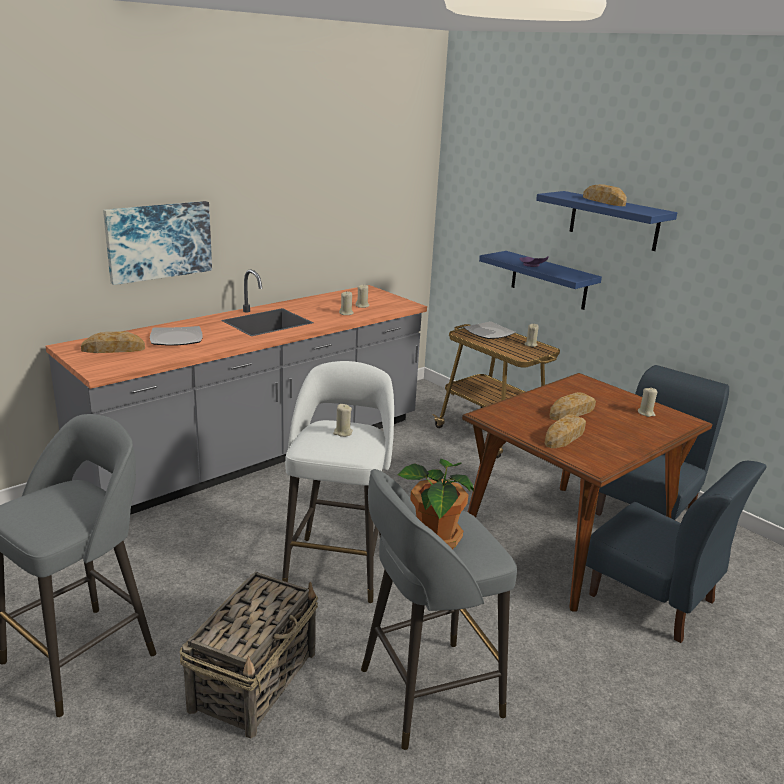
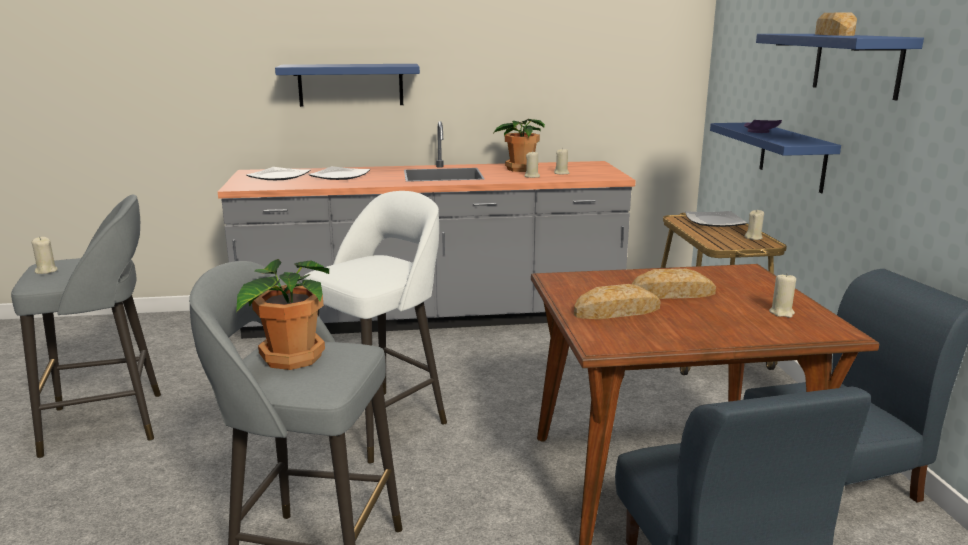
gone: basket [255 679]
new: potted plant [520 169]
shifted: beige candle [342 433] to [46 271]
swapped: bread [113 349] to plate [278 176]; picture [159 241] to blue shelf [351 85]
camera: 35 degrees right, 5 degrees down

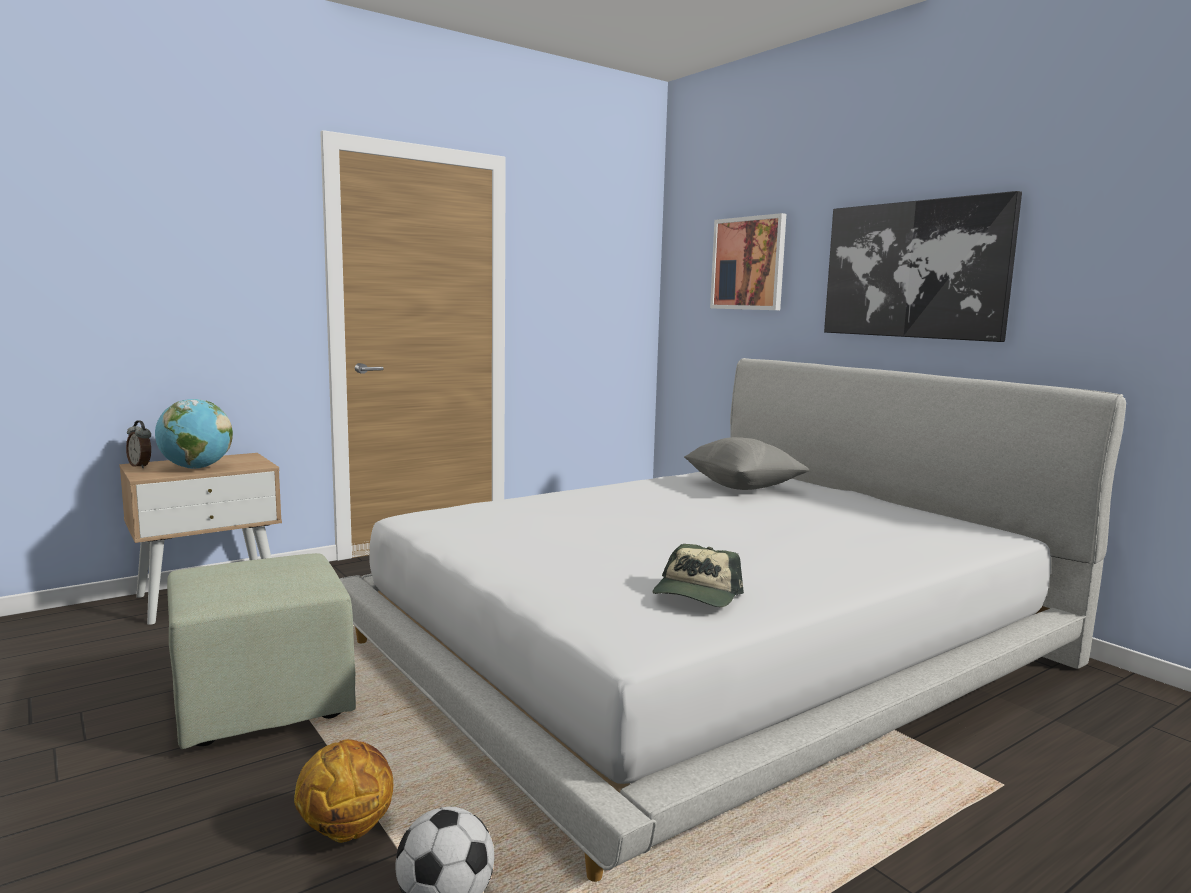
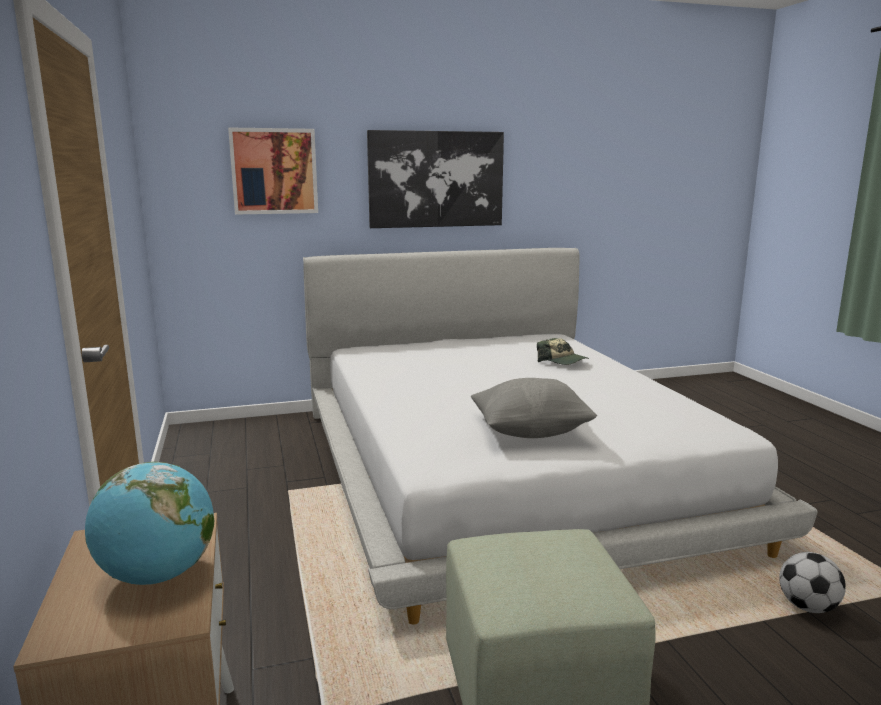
gone: alarm clock [141 466]; basketball [346 829]
shifted: cap [696 595] to [562 361]; grey pillow [742 487] to [531 432]
camera: 70 degrees left, 5 degrees up

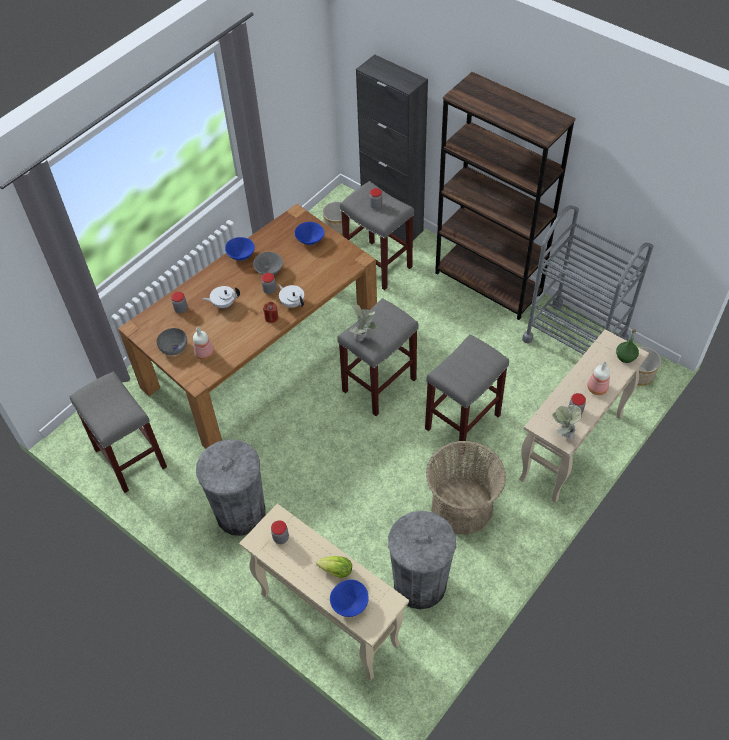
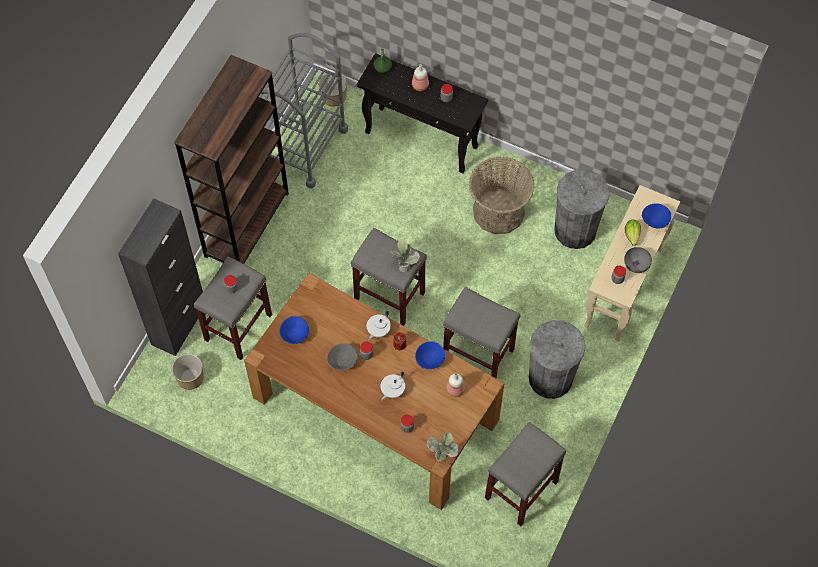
shifted: grey bowl [173 347] to [636 264]; blue bowl [241 255] to [429 360]; grey stool [462 423] to [479 354]; potted plant [563 434] to [442 456]
repainted: beige console table [571 448] to black console table [422 140]
rotated: white teapot [223 304] = [392 391] 60 degrees clockwise
camera: 105 degrees left, 10 degrees up

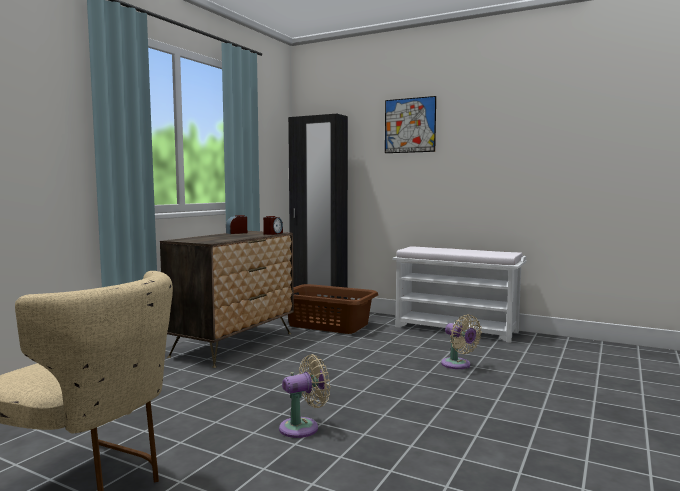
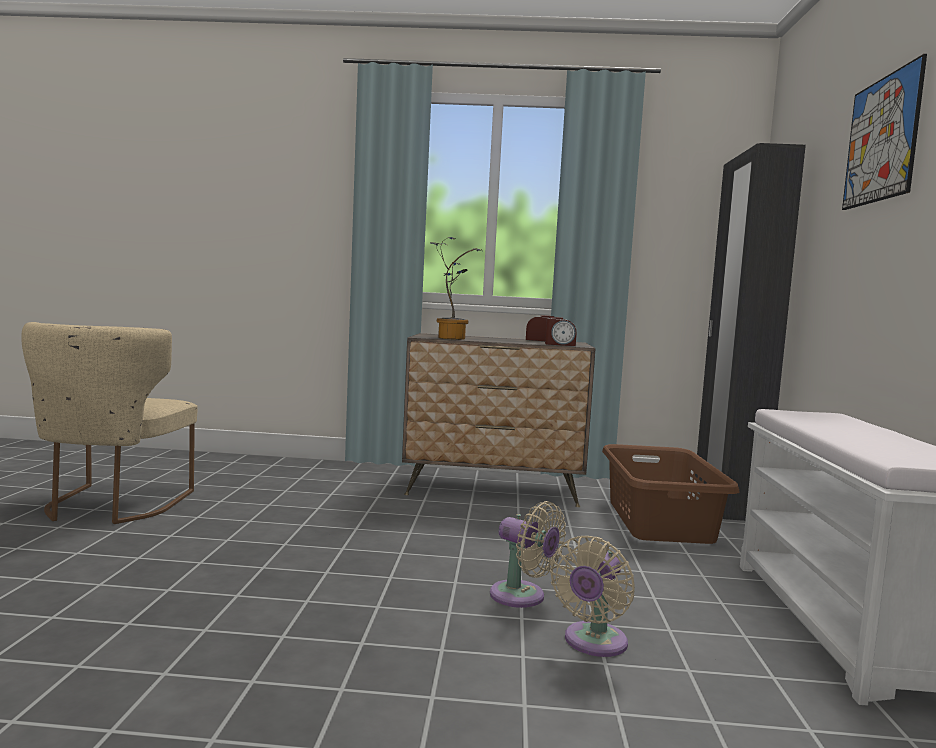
new: potted plant [451 338]
shifted: beige fan [303 427] to [522 597]
camera: 65 degrees right, 0 degrees up

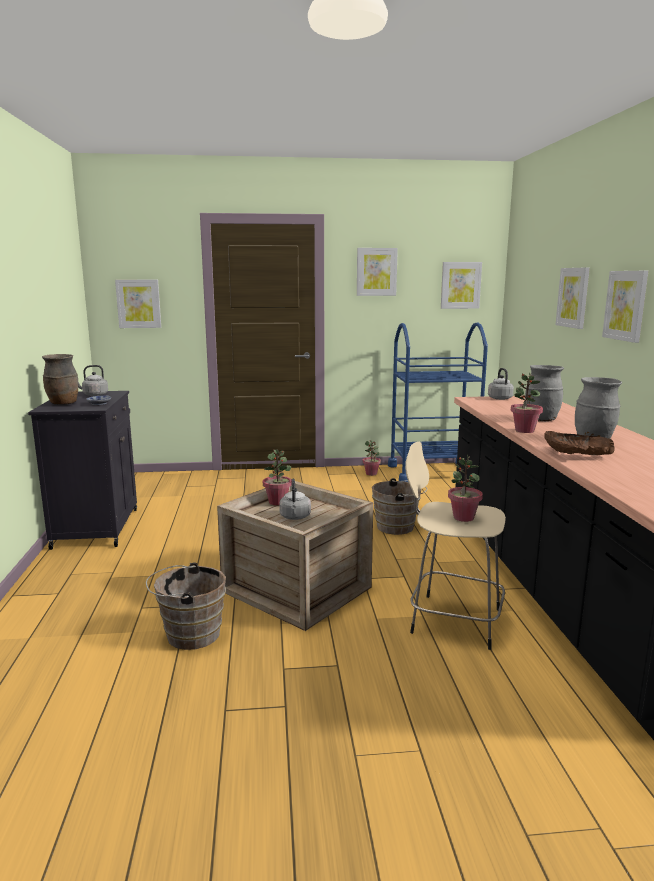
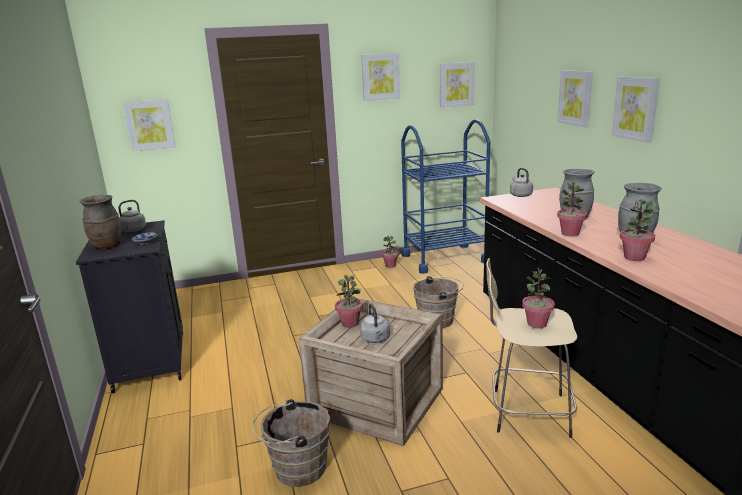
swapped: brown bowl [577 454] to potted plant [634 257]
camera: 10 degrees left, 5 degrees up

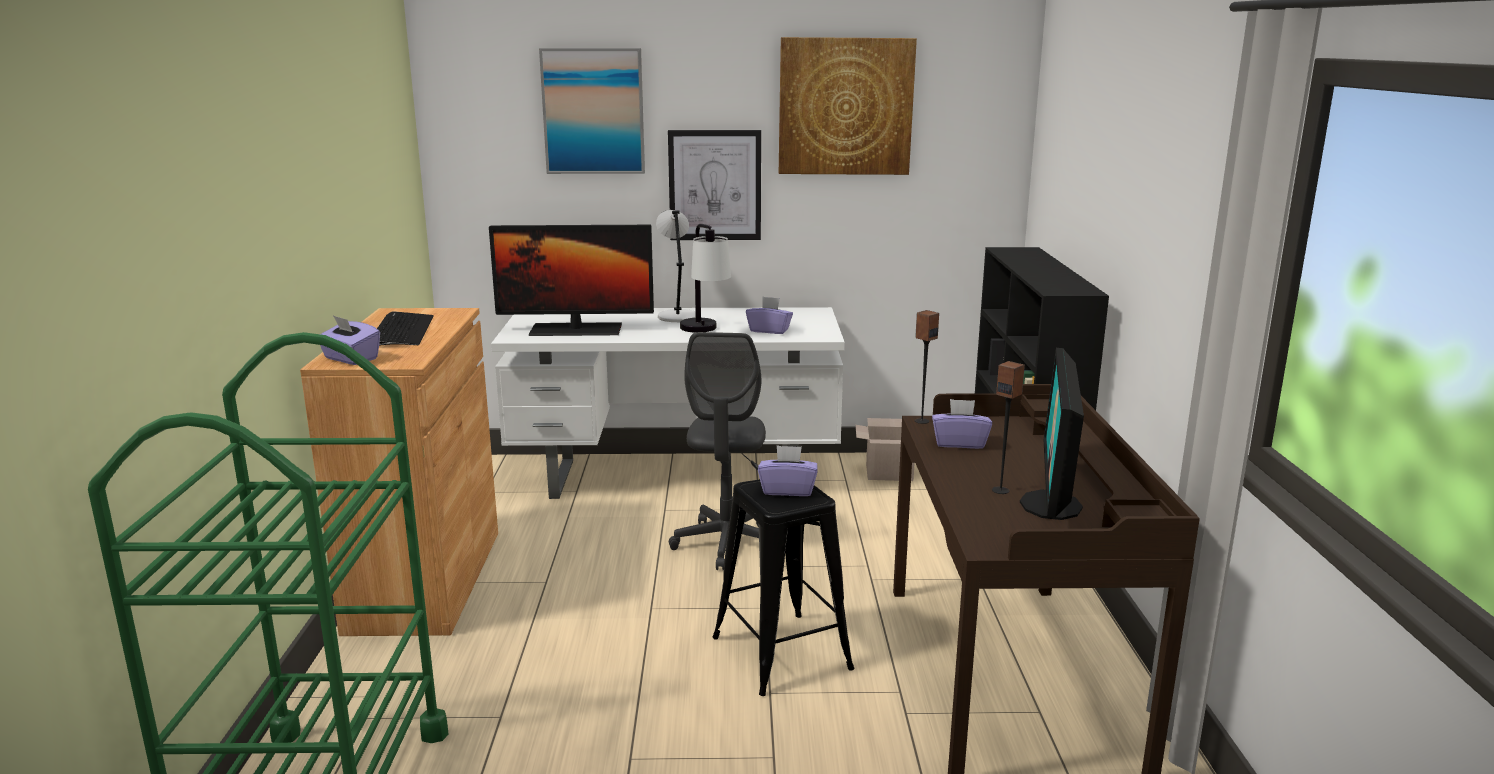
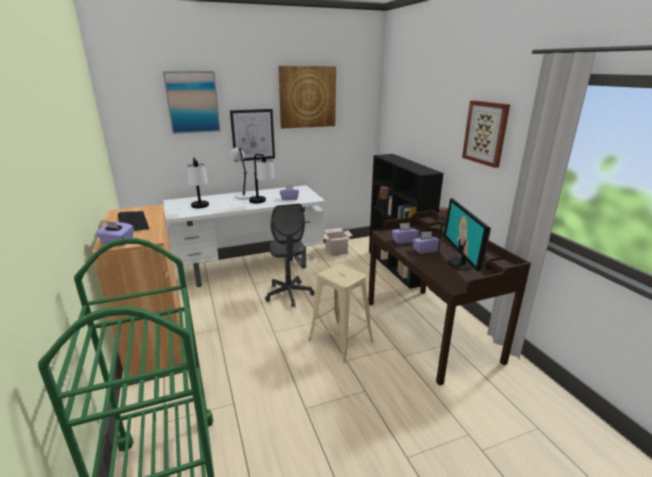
new: picture [486 133]
shifted: purple tissue box [787 490] to [425 250]
swapped: monitor [576 330] to table lamp [201 208]
repainted: black stool [781 653] to beige stool [340 341]
camera: 20 degrees left, 5 degrees up

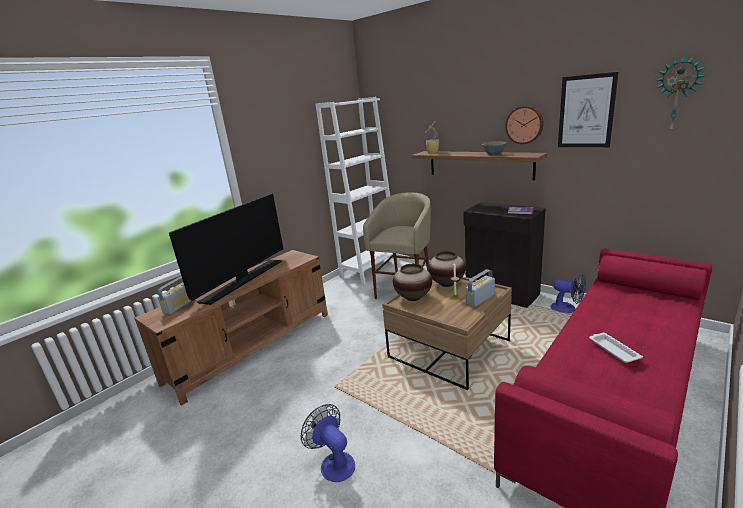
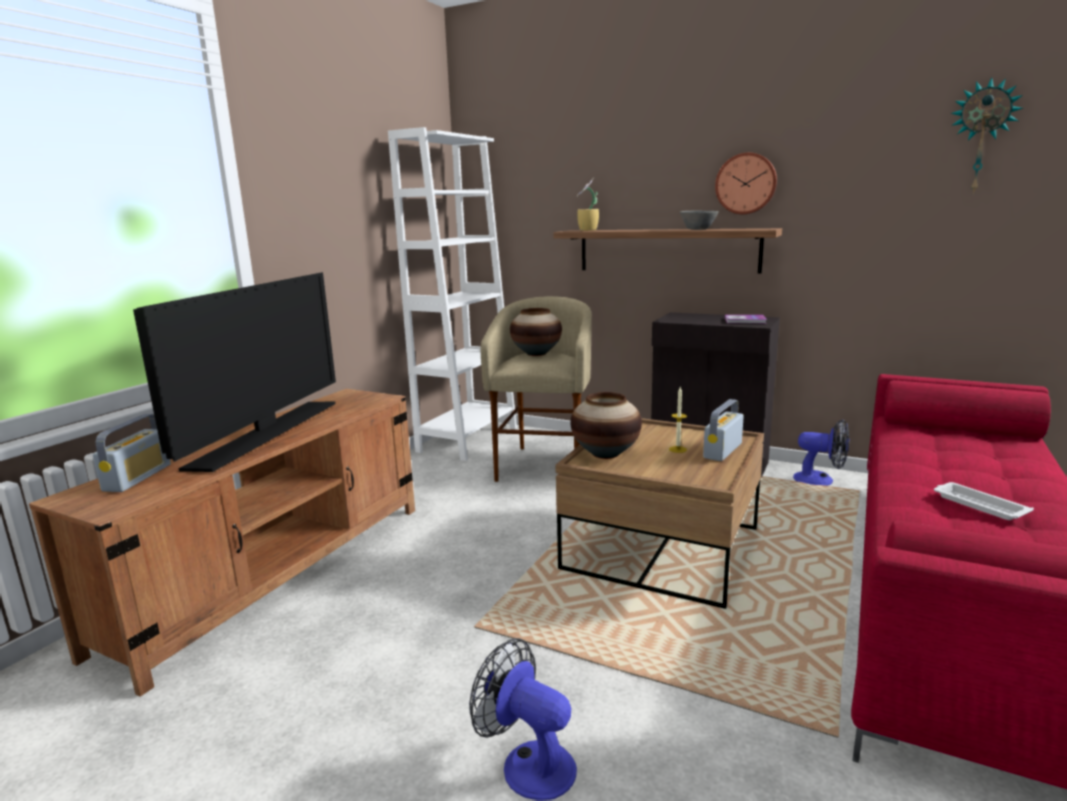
gone: picture [586 111]
shifted: vase [447 283] to [536 353]
camera: 15 degrees left, 5 degrees down

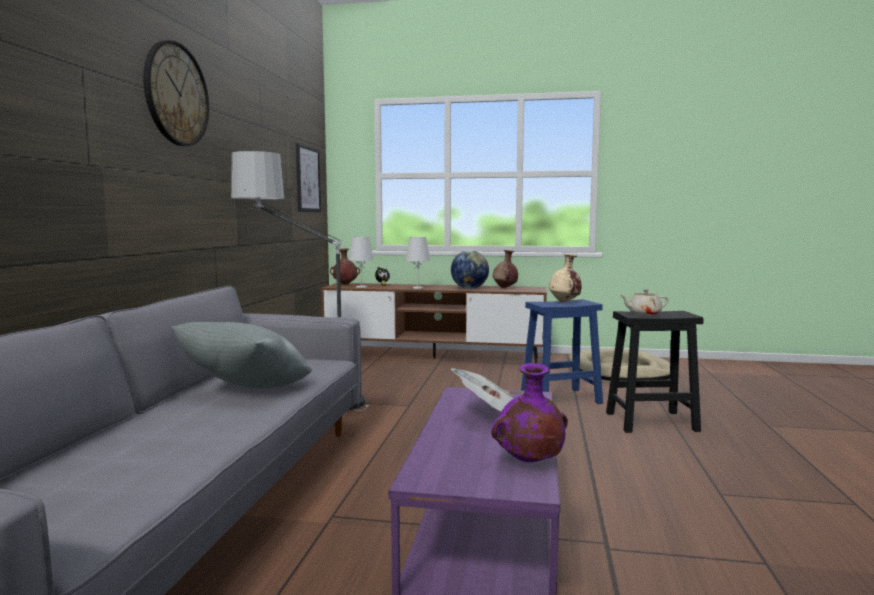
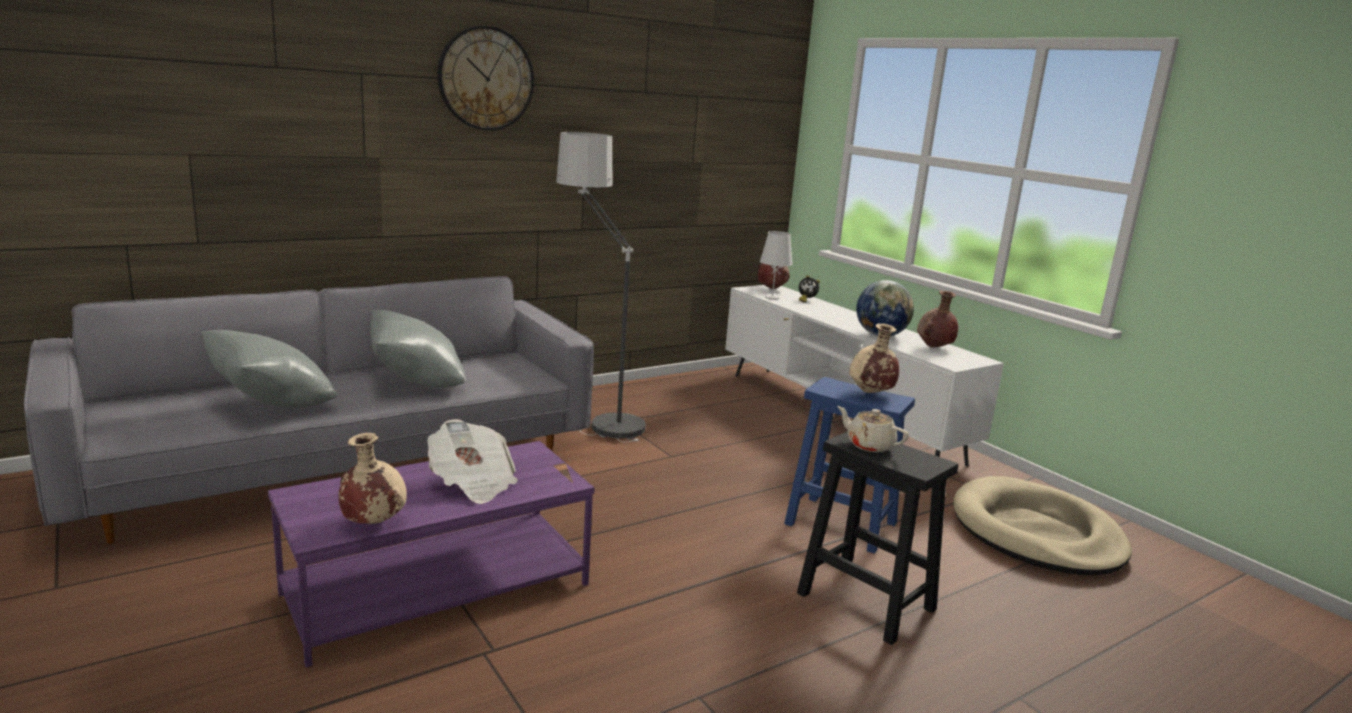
gone: picture [307 179]; white table lamp [417 288]
new: grey pillow [271 406]
repainted: brown tv stand [434 358] to white tv stand [837 415]; purple vase [528 462] to beige vase [372 522]
camera: 45 degrees right, 10 degrees up

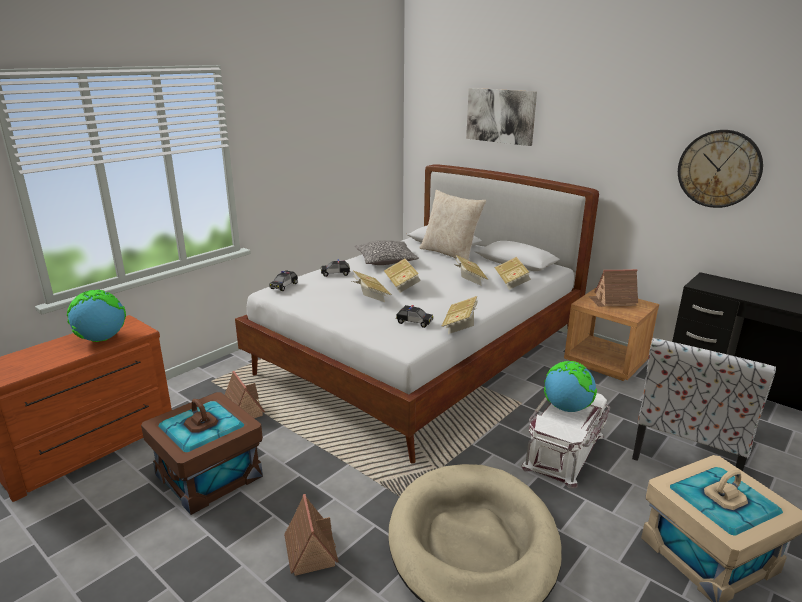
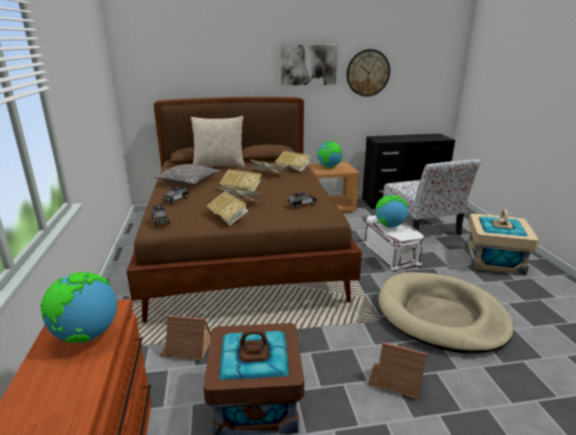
shifted: book [461 325] to [228 217]; picture [500 116] to [308 65]
swapped: toy house [612 301] to globe [329 167]
repainted: white bed [422 358] to brown bed [242 248]
camera: 50 degrees left, 0 degrees up

